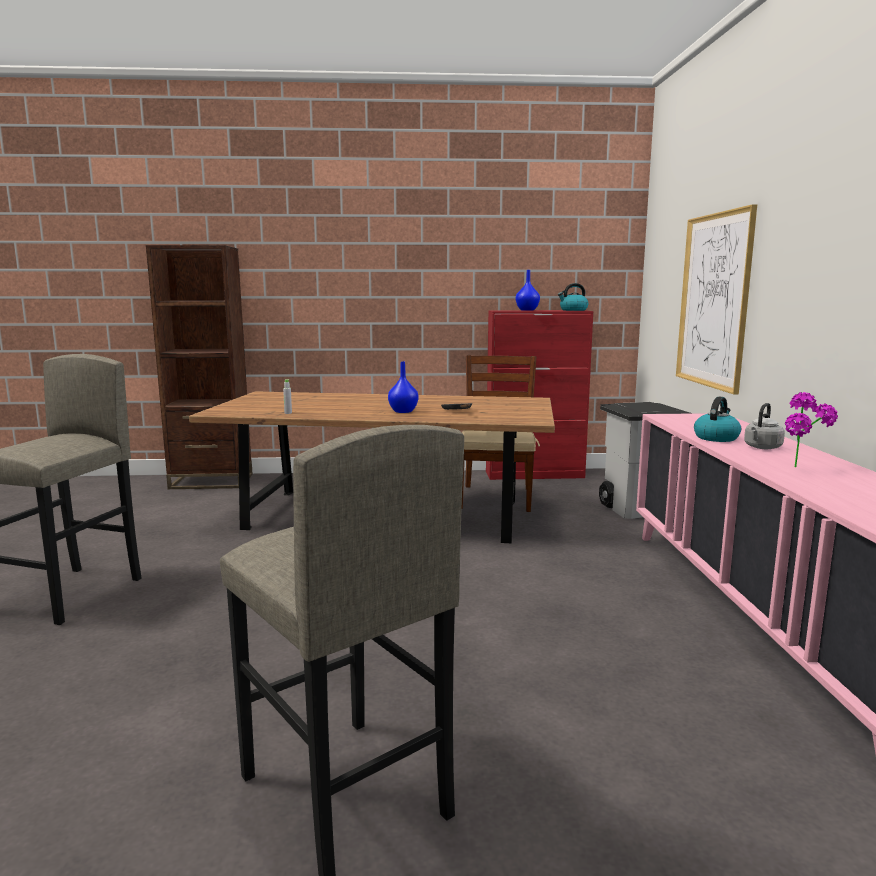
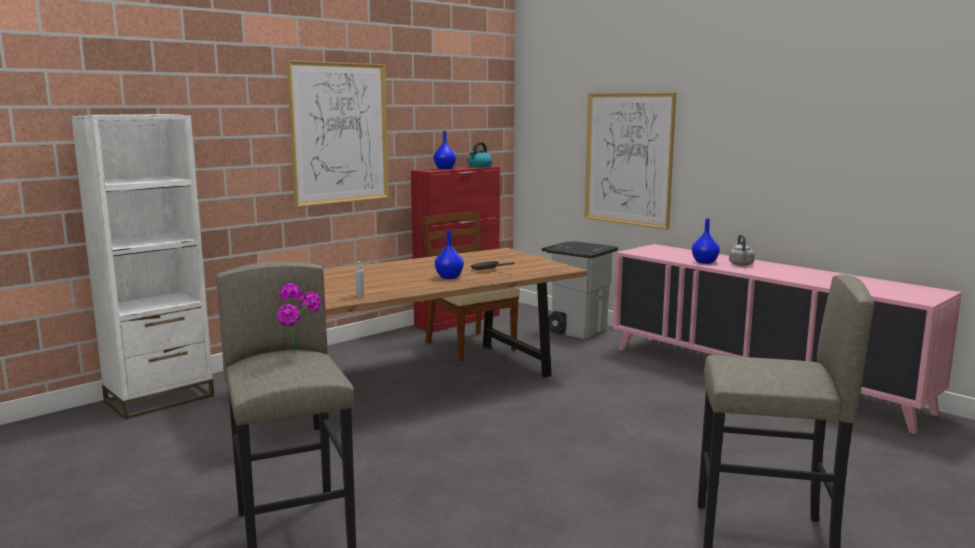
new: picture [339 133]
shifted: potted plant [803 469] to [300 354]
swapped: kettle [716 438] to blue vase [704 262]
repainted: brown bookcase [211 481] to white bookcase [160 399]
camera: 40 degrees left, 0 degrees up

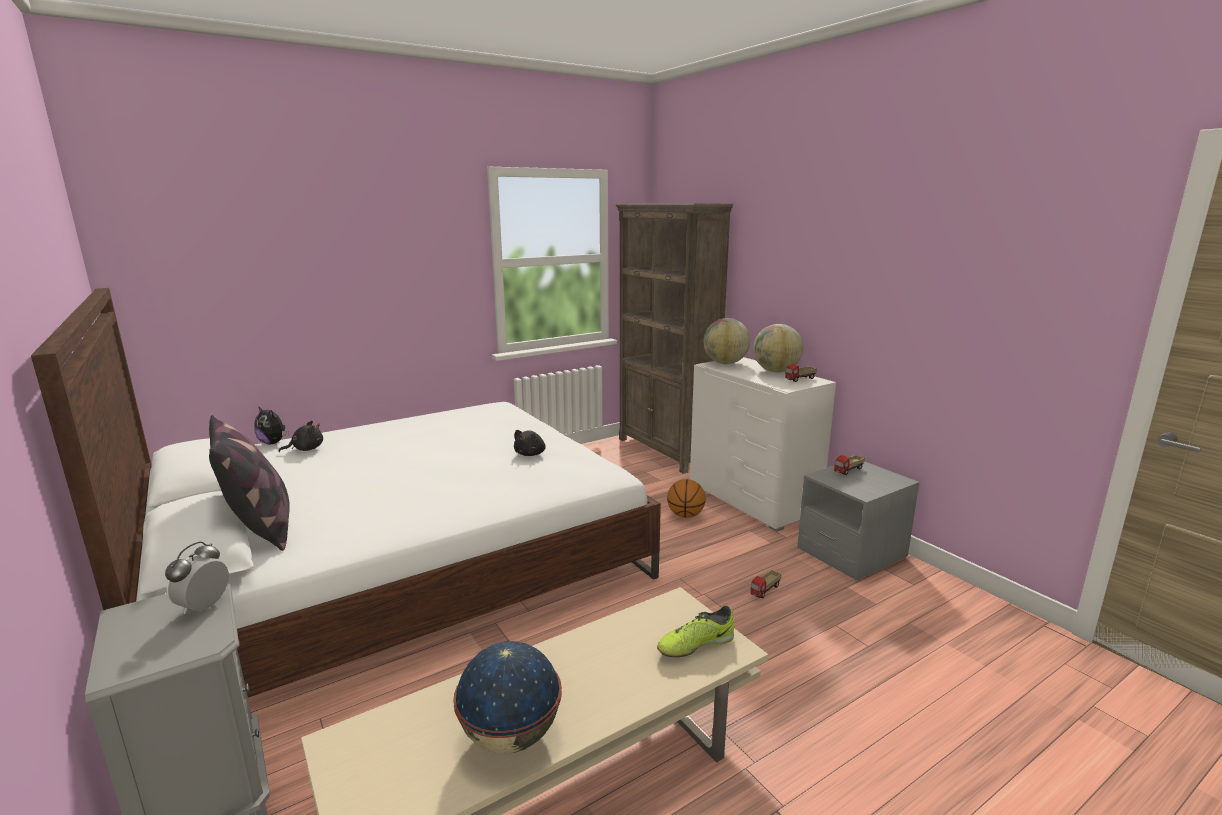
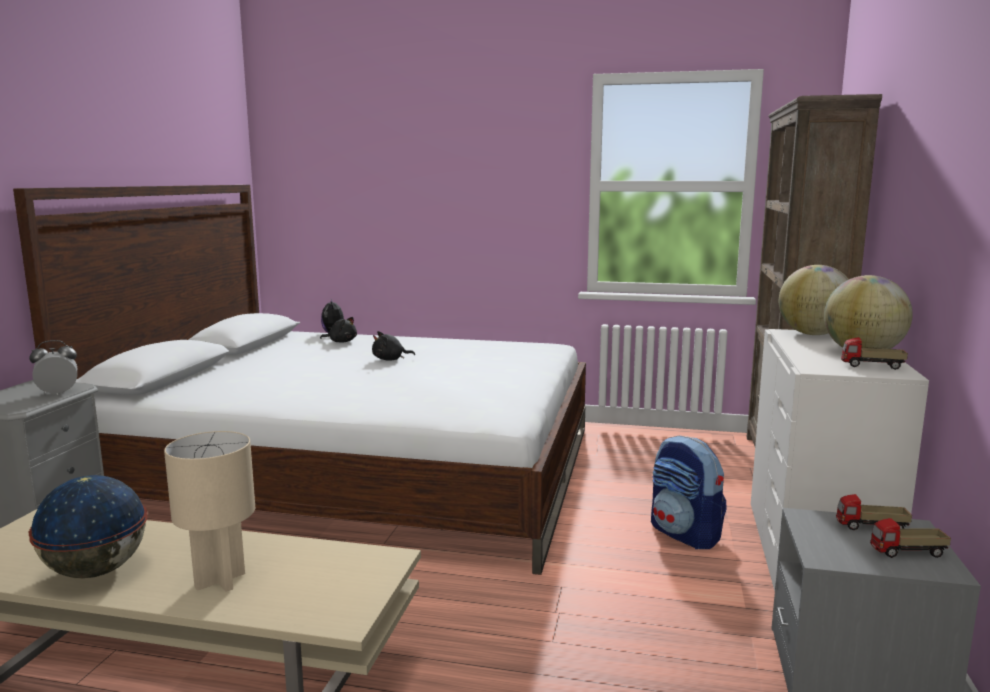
gone: pillow [261 529]; shoe [695 645]
new: beige table lamp [220 580]
shifted: black plush toy [531 454] to [390 359]; toy truck [765 590] to [907 553]
swapped: basketball [685 515] to backpack [685 534]
camera: 45 degrees right, 5 degrees down

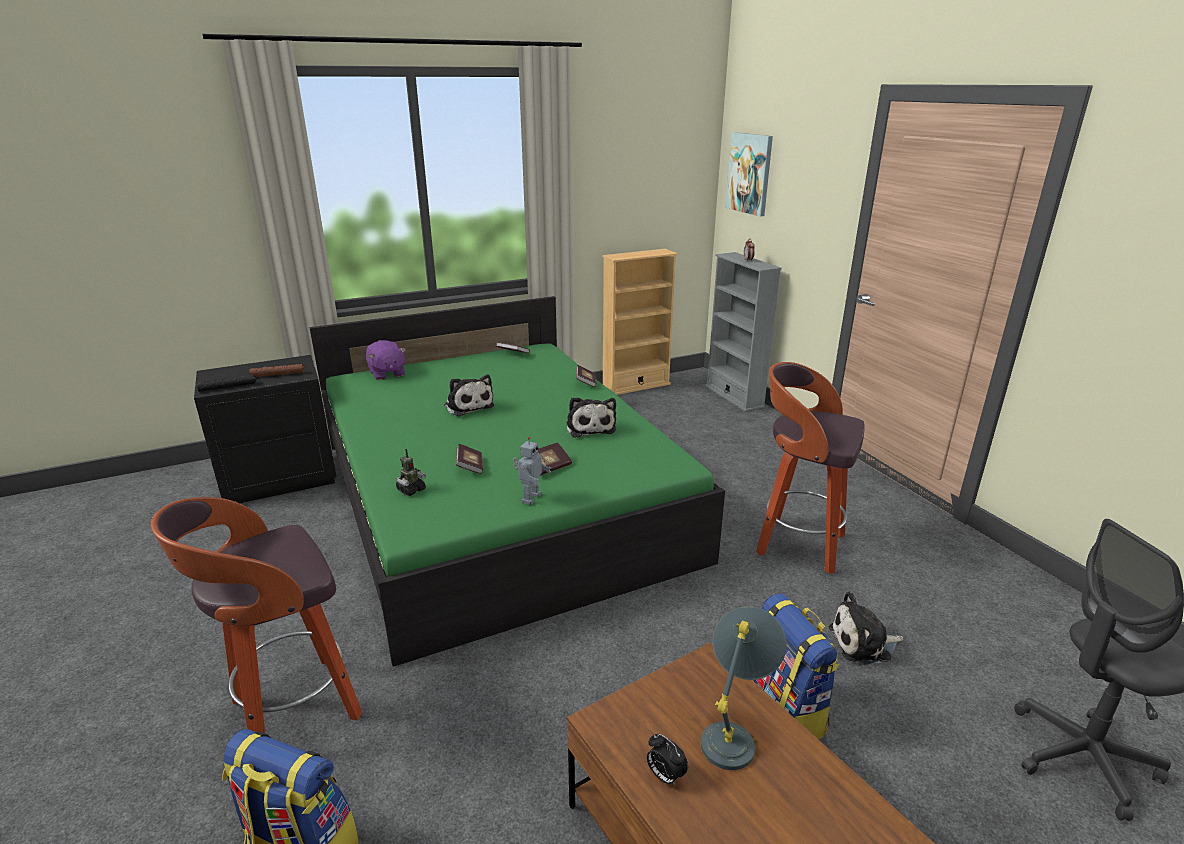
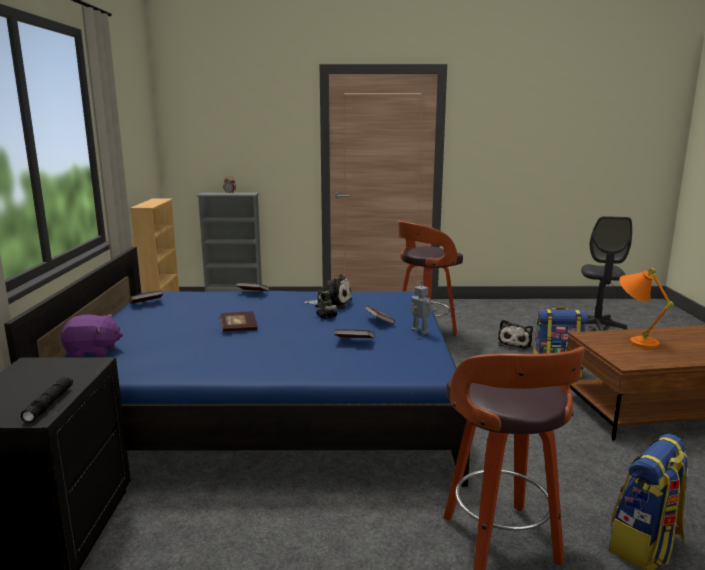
gone: brown flashlight [278 375]; alarm clock [664 776]; picture [749 173]
shifted: toy robot [411 490] to [326 316]
swapped: plush toy [468 405] to book [238 329]
repainted: green bed [497 498] to blue bed [270 407]; grey table lamp [734 732] to orange table lamp [634 340]
camera: 65 degrees left, 10 degrees down

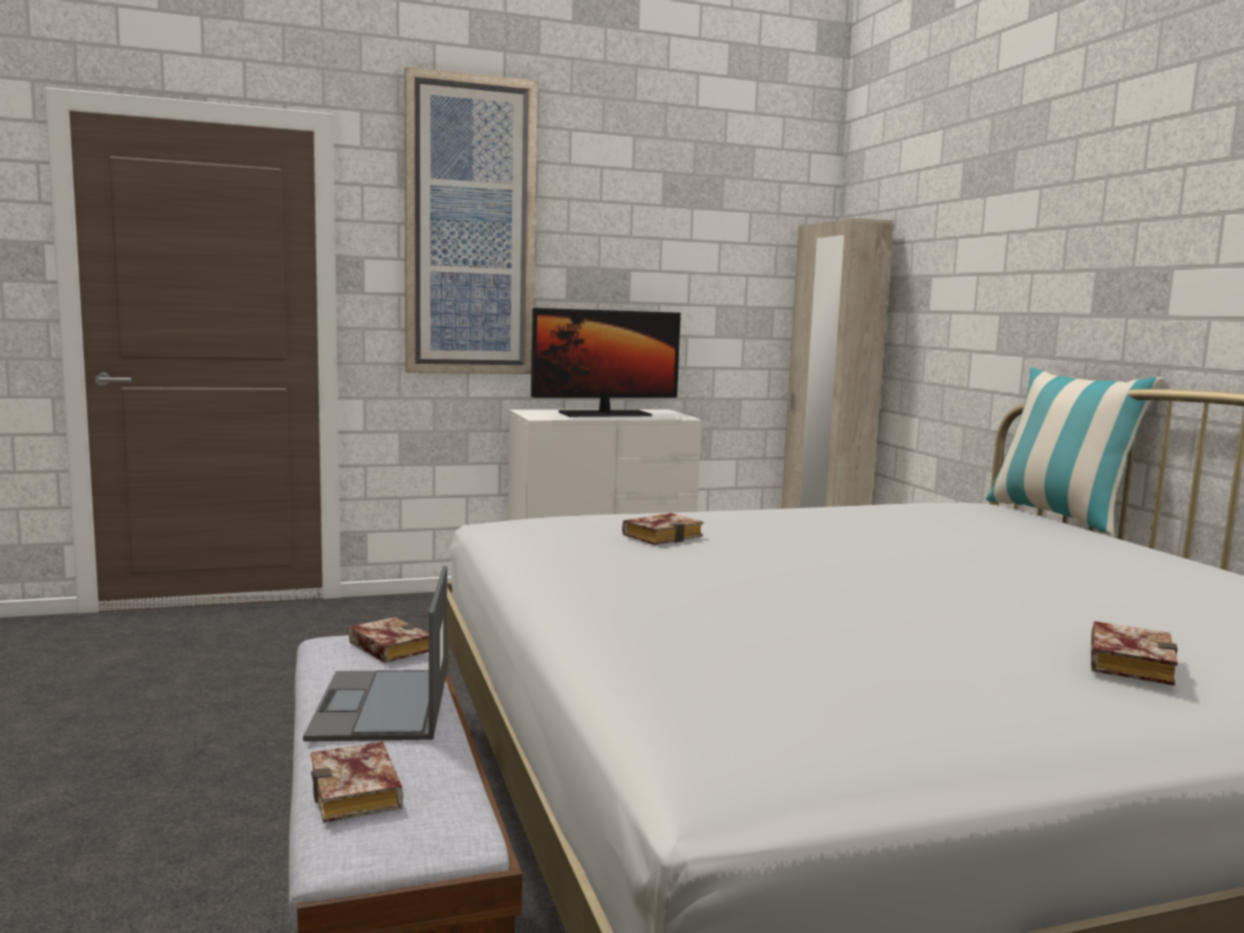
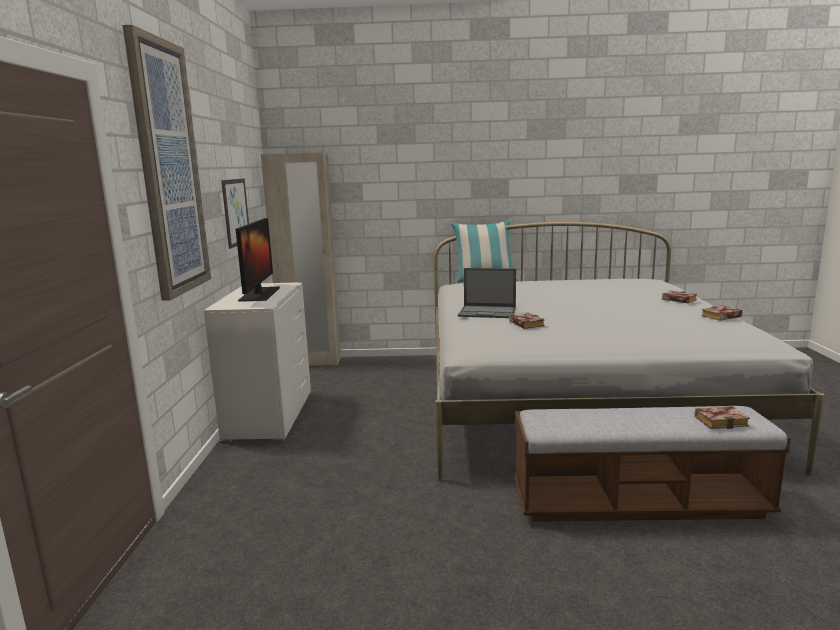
new: picture [236 212]
shifted: laptop [382 706] to [488 312]; book [386 647] to [721 317]
camera: 70 degrees left, 5 degrees up

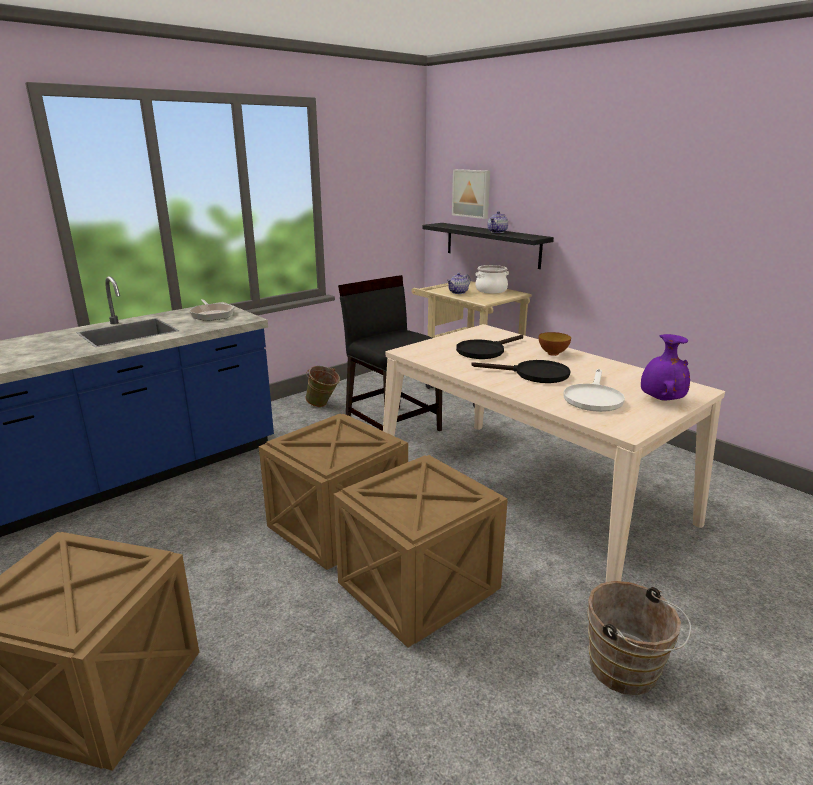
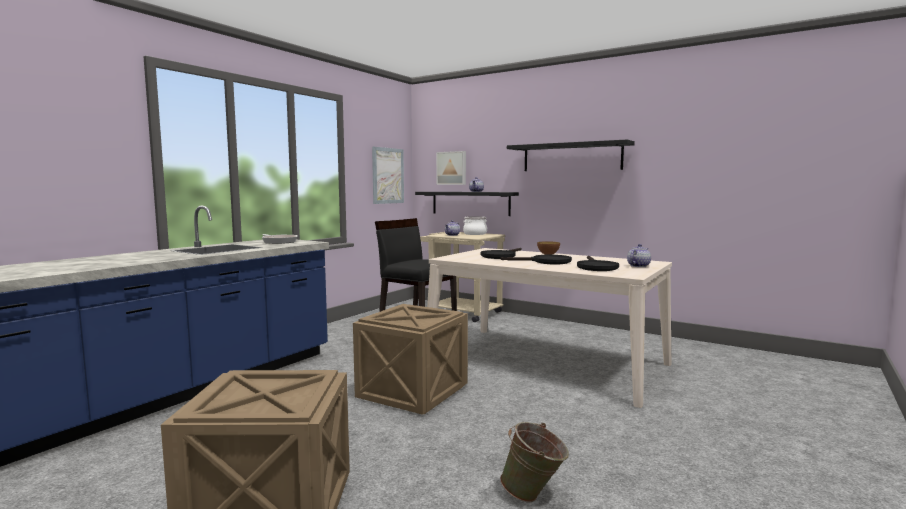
gone: crate [420 587]; brown bucket [627 672]
new: picture [388 175]; black shelf [571 157]
shifted: green bucket [323 405] to [534 496]
swapped: purple vase [660 400] to teapot [638 266]
repainted: white frying pan [593 398] to black frying pan [596 267]
camera: 15 degrees left, 15 degrees down

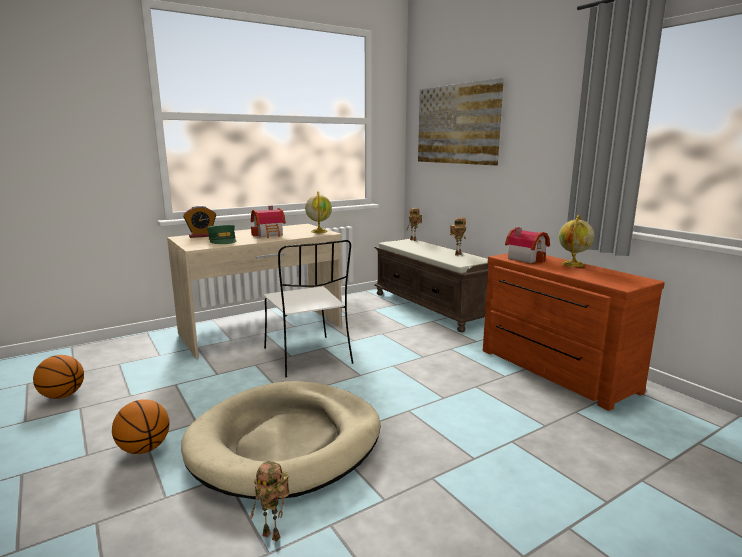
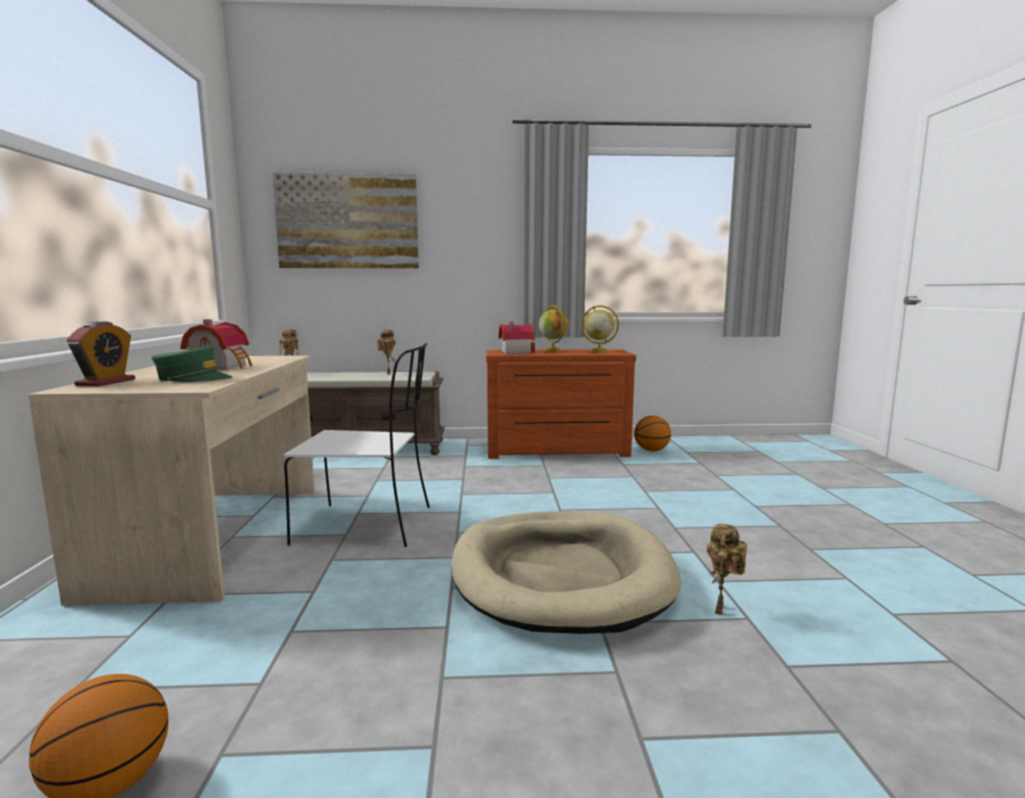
shifted: basketball [144 449] to [651 450]; globe [319 231] to [598 351]
rotated: toy robot [273 535] = [721 610] 150 degrees clockwise
camera: 60 degrees left, 5 degrees down

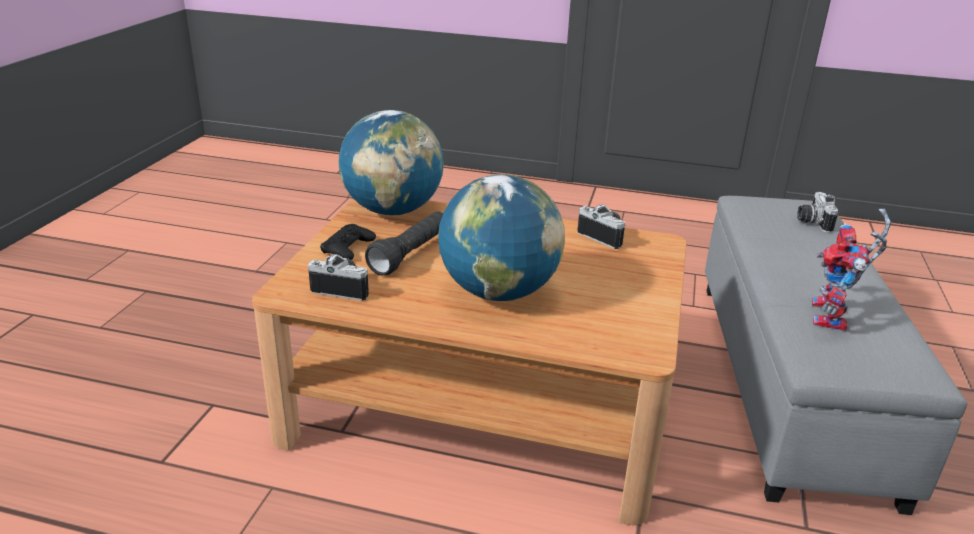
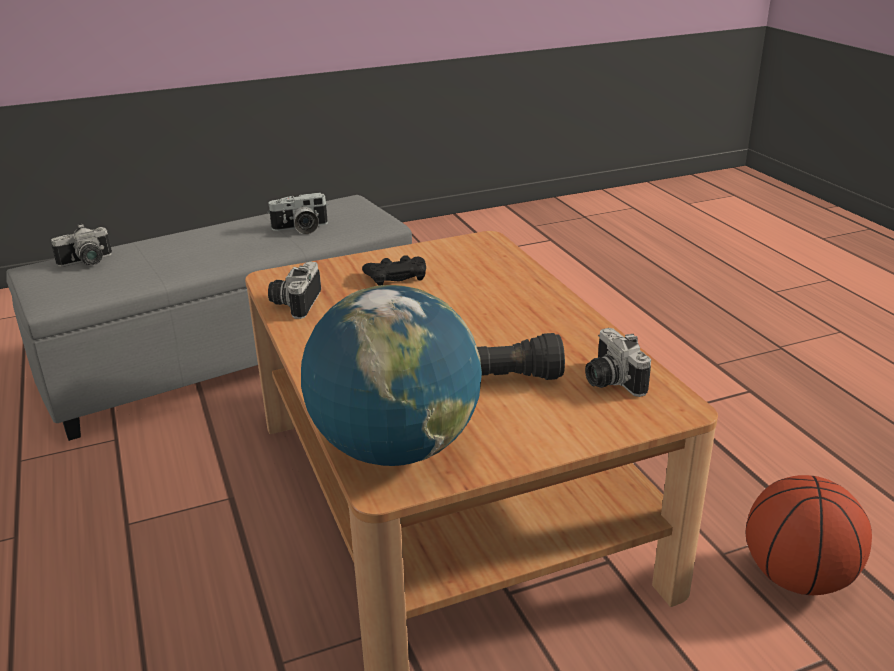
gone: globe [498 292]
new: basketball [796 577]
shifted: black game controller [348 248] to [396 276]
swapped: toy robot [833 319] to photo camera [301 229]
camera: 125 degrees left, 0 degrees up

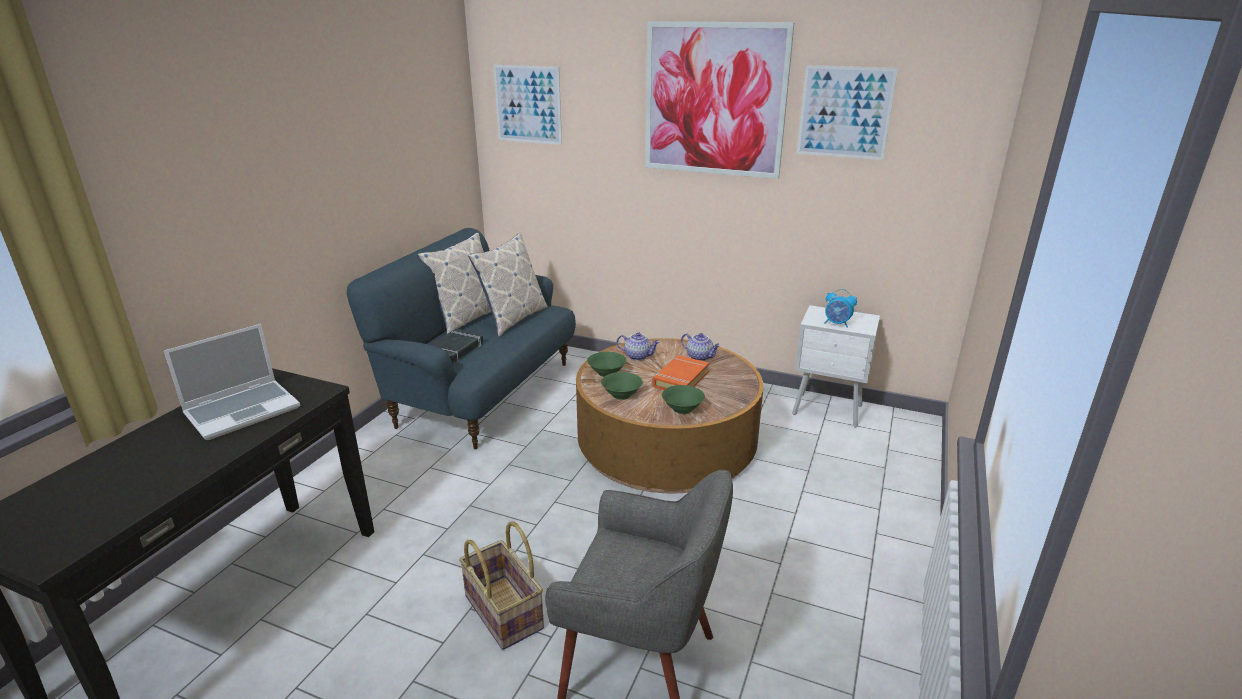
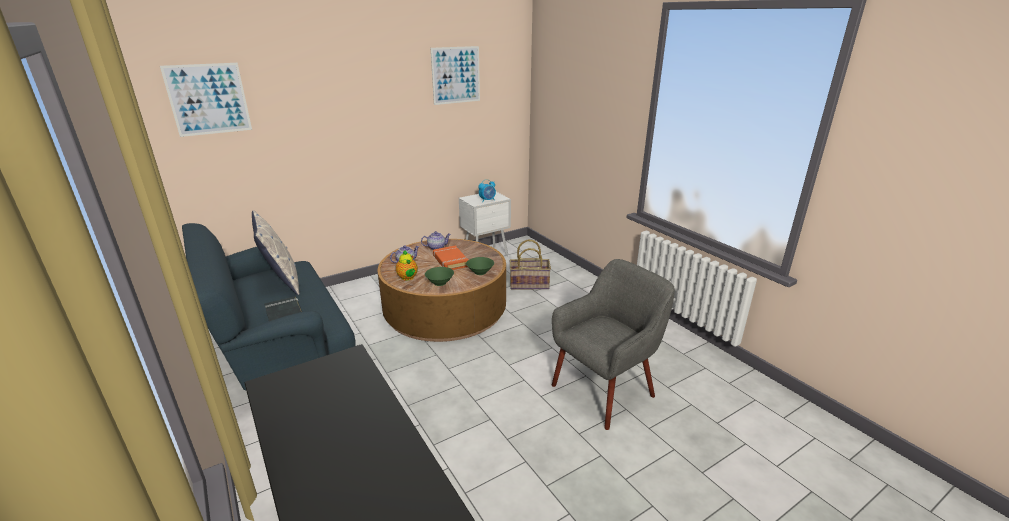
gone: laptop [243 410]; pillow [467 318]; picture [714 100]
shifted: basket [505 611] to [529 284]
swapped: green bowl [606 372] to teapot [408 278]
camera: 55 degrees left, 0 degrees up

